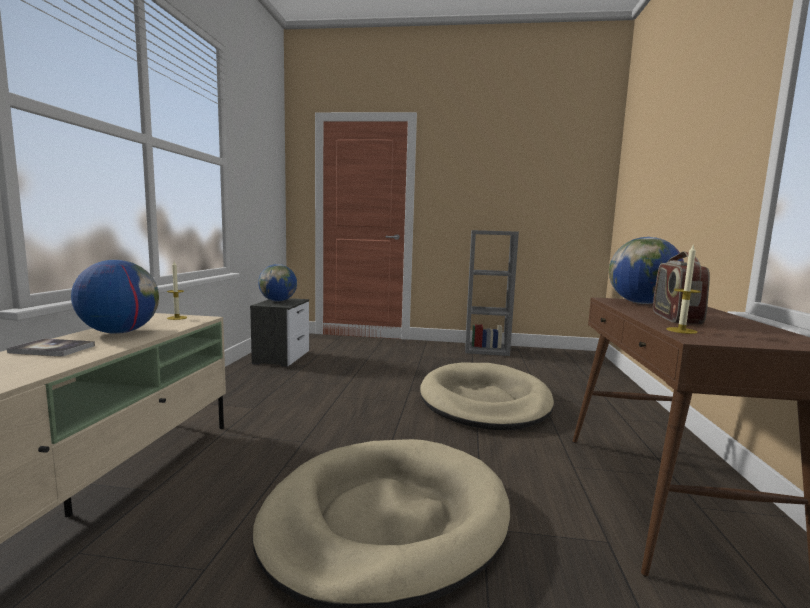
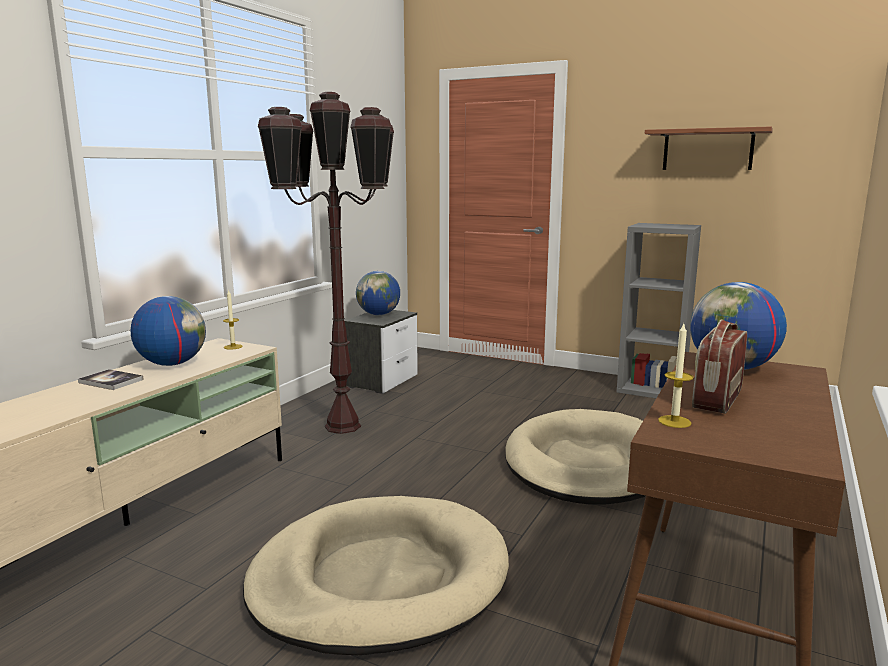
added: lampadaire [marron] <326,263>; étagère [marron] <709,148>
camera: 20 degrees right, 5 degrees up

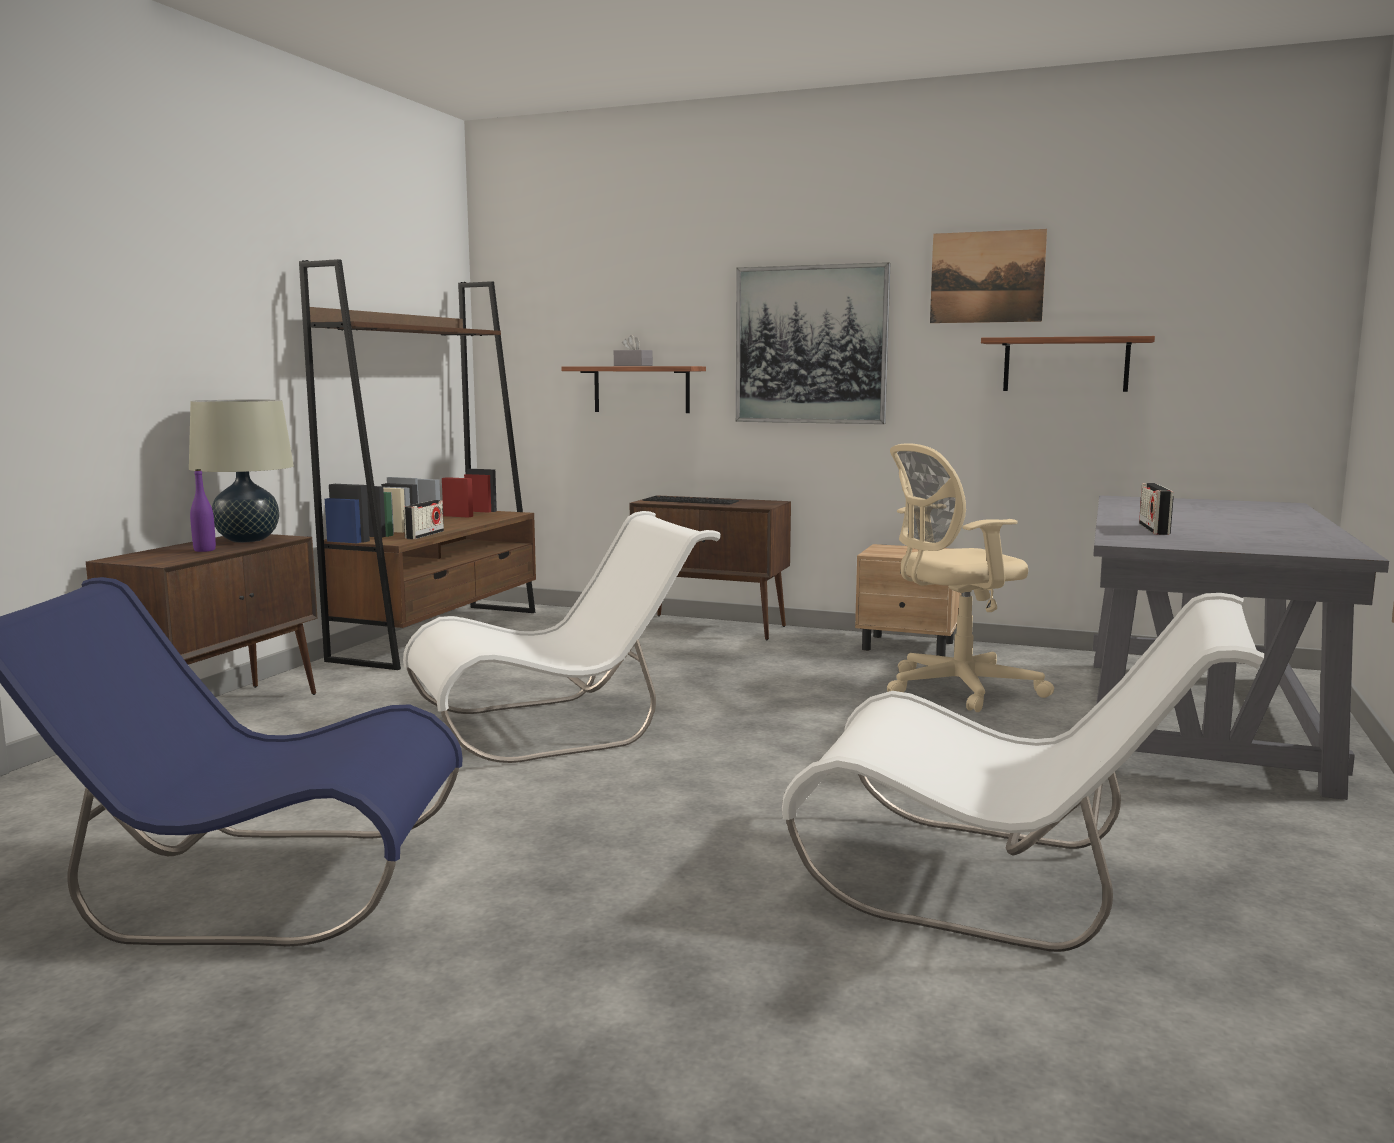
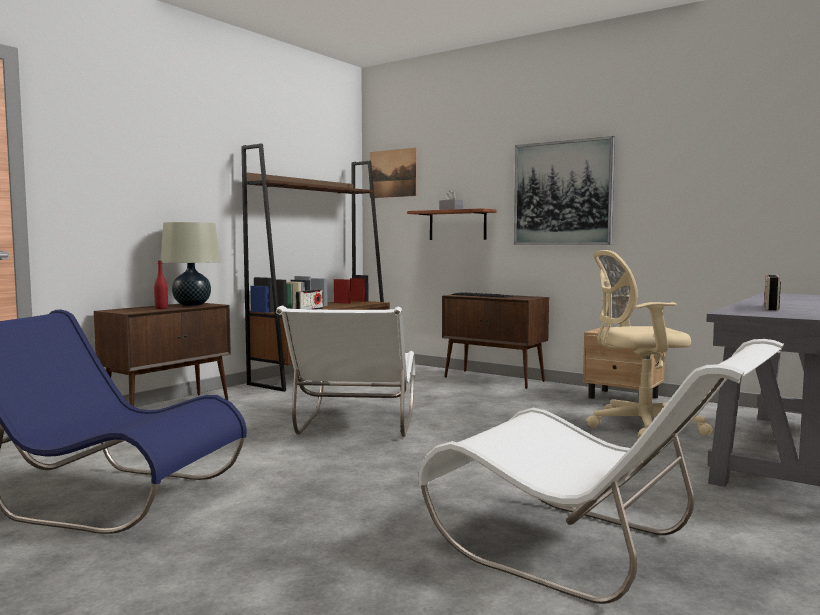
removed: étagère <1068,364>
moved: tableau <988,276> to <393,173>
recoloured: bouteille [violet] <203,510> to bouteille [rouge] <161,285>
turned: chaise [blanc] <562,637> = <345,371> 105 degrees clockwise
camera: 15 degrees right, 5 degrees down

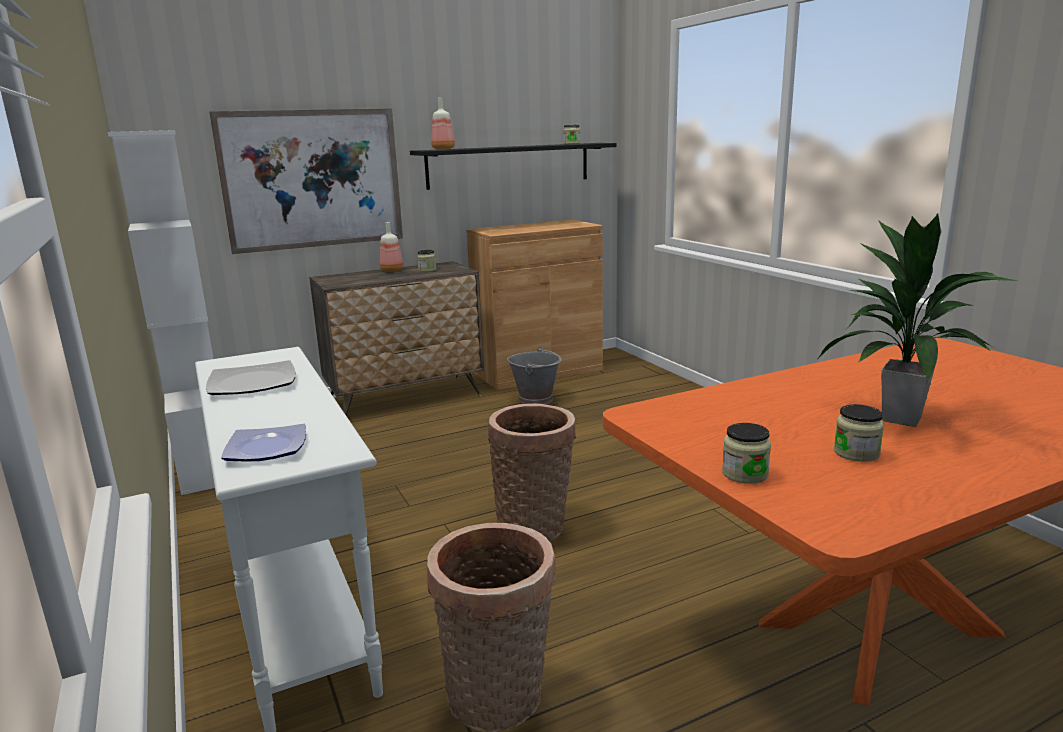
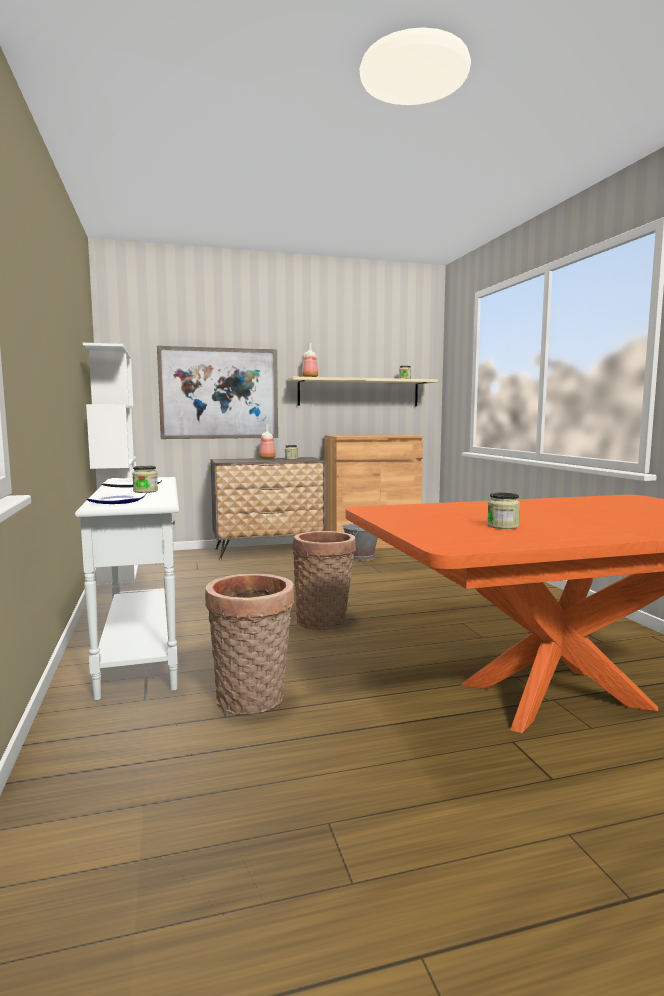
removed: plante en pot <918,320>
moved: bocal <746,453> to <145,479>
recoloured: étagère [noir] <513,166> to étagère [beige] <363,391>
camera: 10 degrees right, 10 degrees down

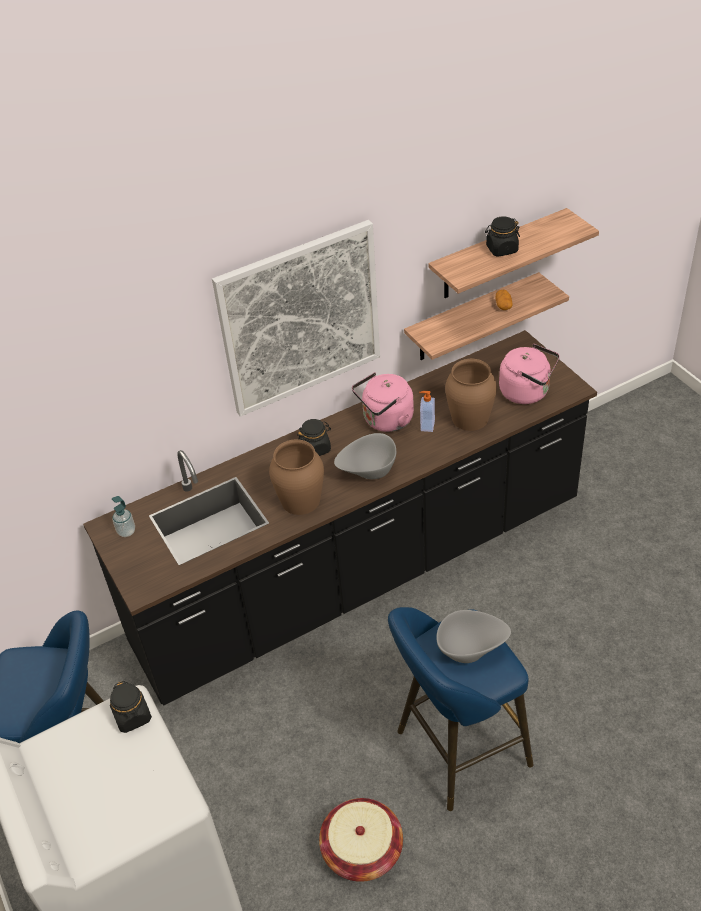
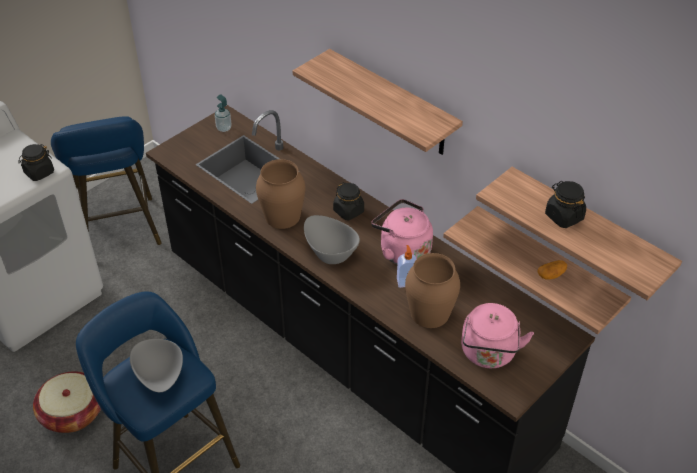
replaced: tableau <296,318> to étagère <378,102>
camera: 70 degrees right, 0 degrees up

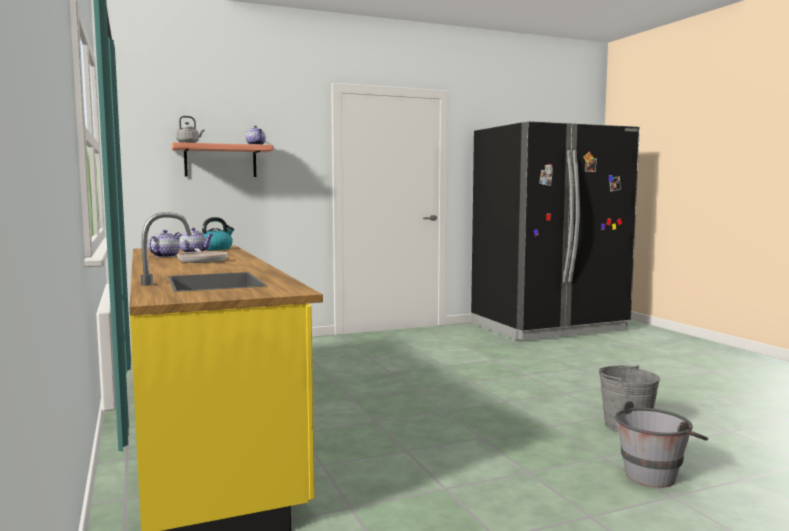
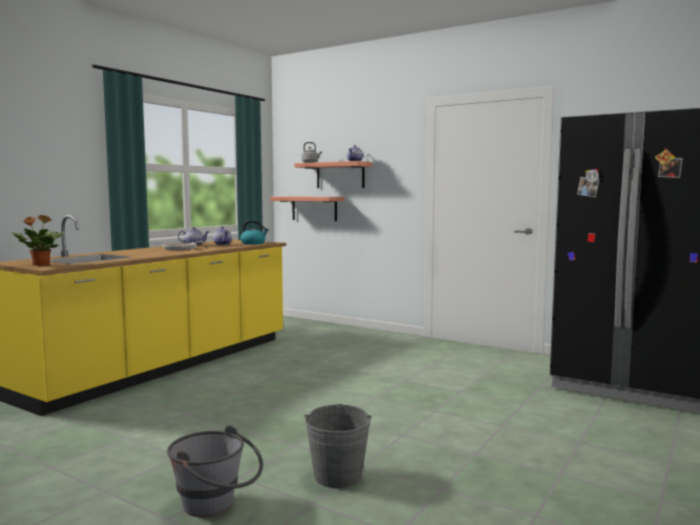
added: plante en pot <38,240>; étagère <307,208>
camera: 55 degrees right, 0 degrees up

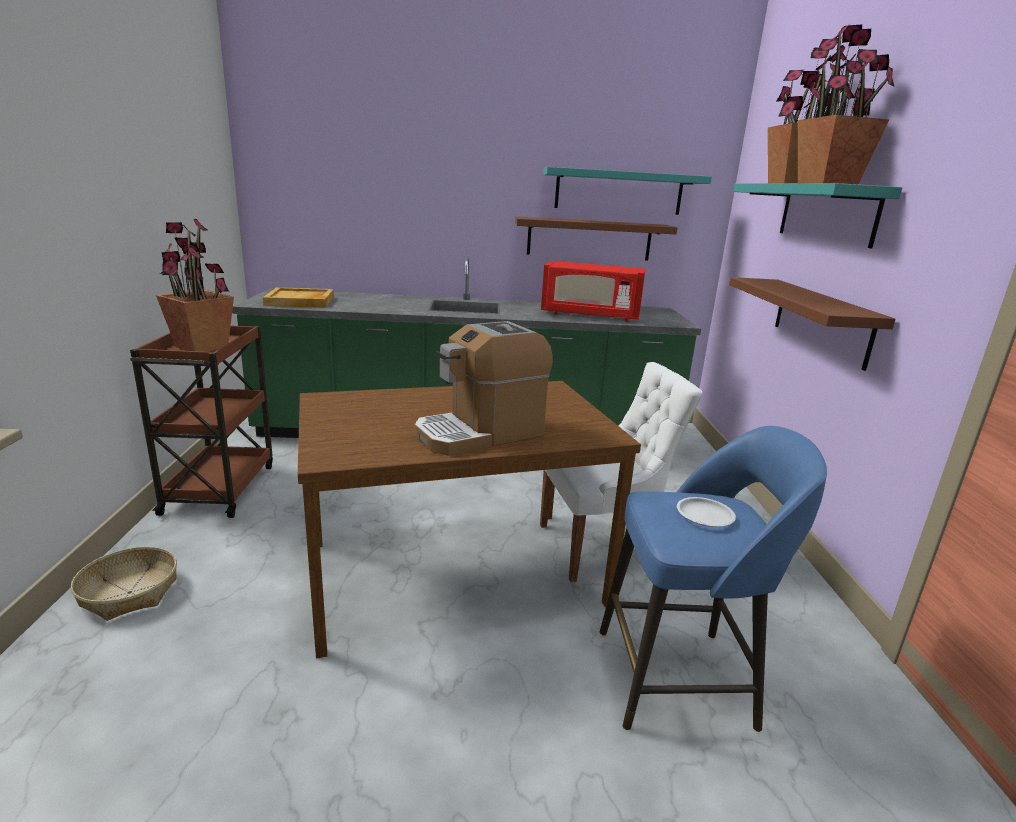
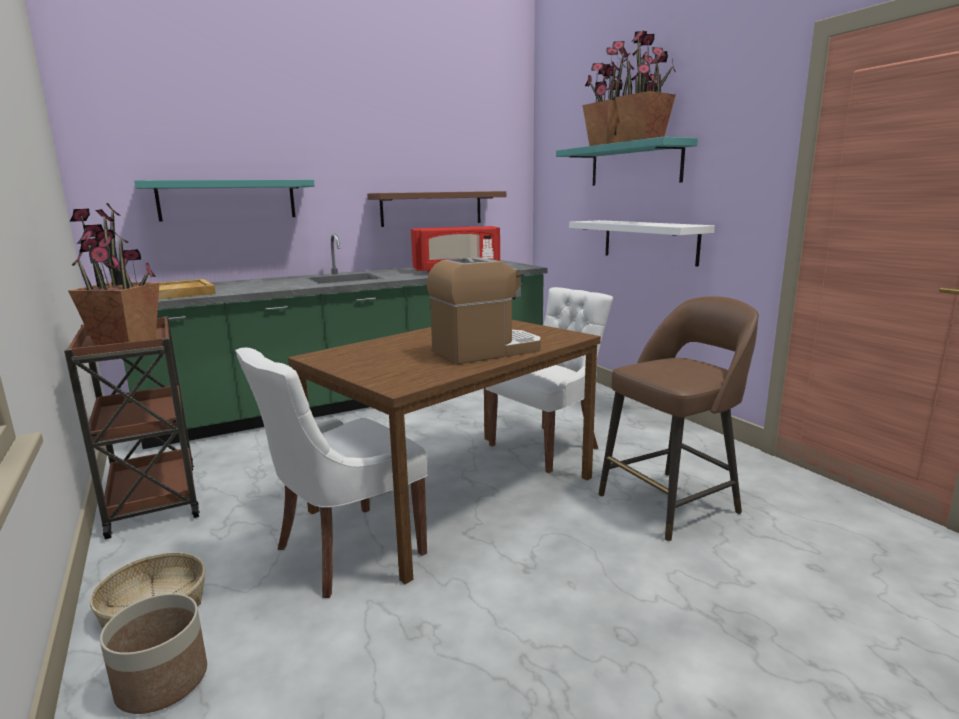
removed: assiette [blanc] <706,512>
added: cache-pot <153,653>; chaise [blanc] <331,472>
moved: étagère [turquoise] <627,191> to <224,201>
recoloured: tabouret [bleu] <713,579> to tabouret [marron] <678,418>; étagère [marron] <812,324> to étagère [blanc] <642,243>
turned: machine à café <483,388> = <484,310> 150 degrees counterclockwise
camera: 25 degrees left, 5 degrees down

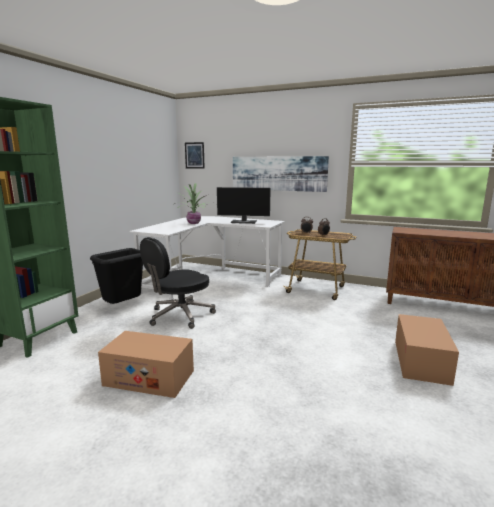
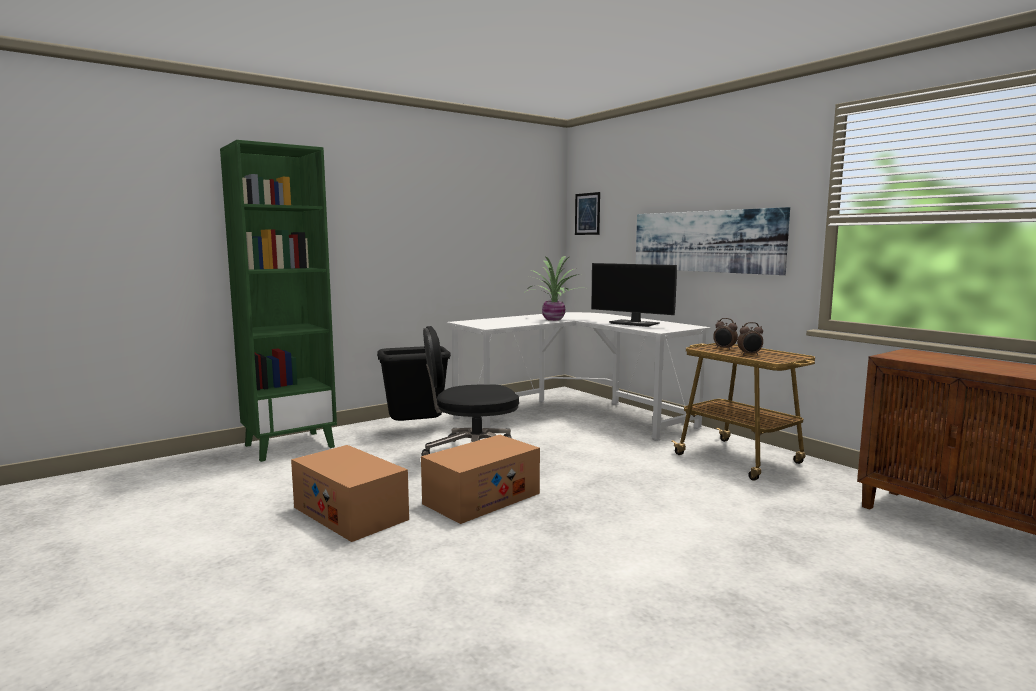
moved: carton <427,350> to <480,479>
camera: 30 degrees right, 5 degrees down

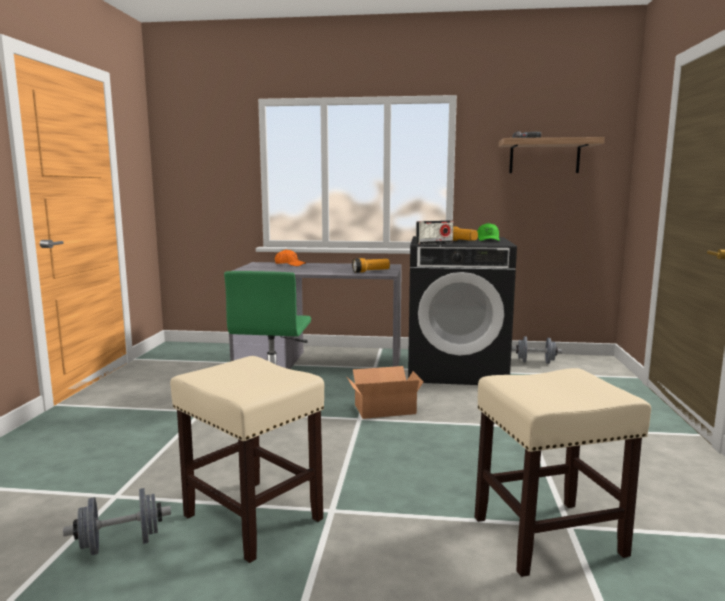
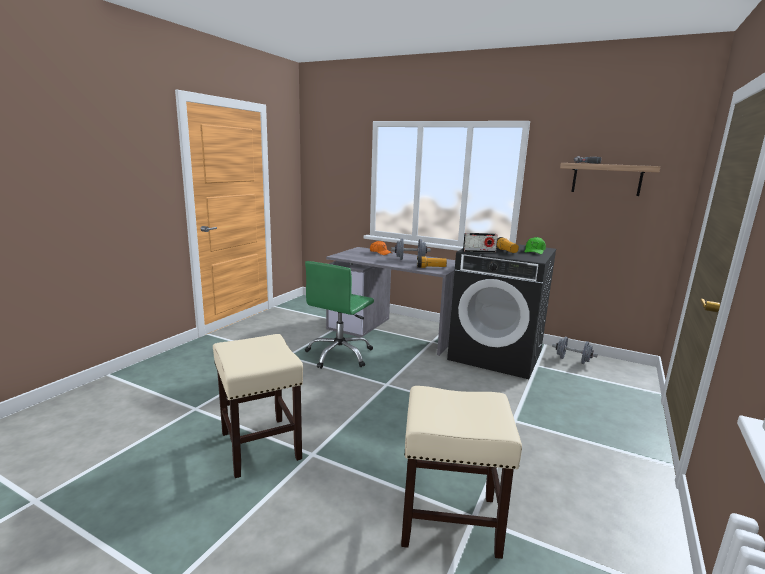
removed: carton <385,392>
moved: haltère [gris] <117,521> to <411,249>
camera: 20 degrees right, 5 degrees up

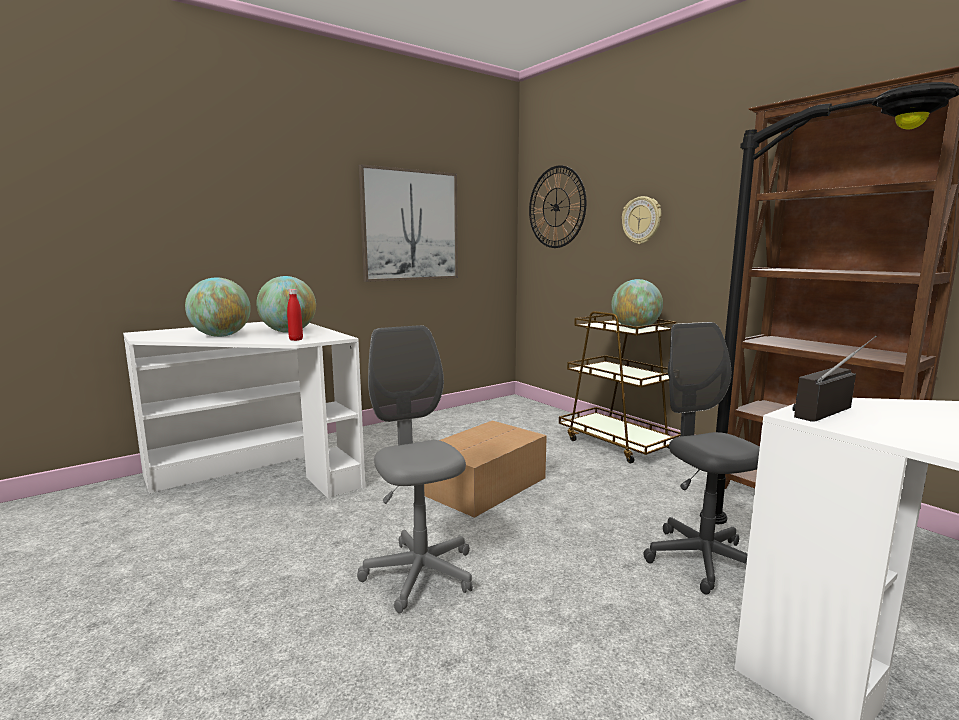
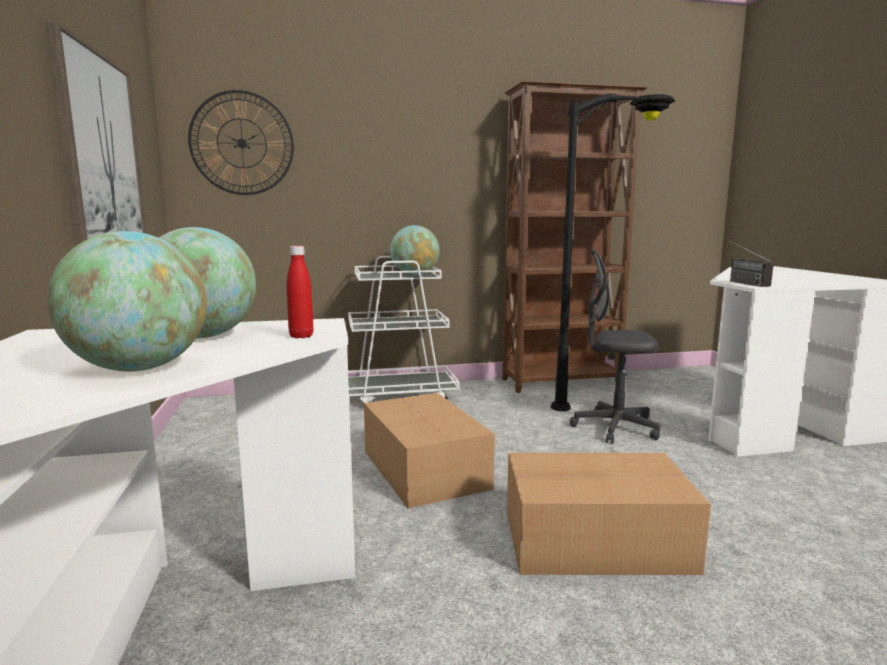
removed: horloge murale <641,220>
replaced: chaise de bureau [gris] <415,469> to carton <609,514>
recoloured: chariot [marron] <619,387> to chariot [blanc] <403,329>
camera: 65 degrees left, 0 degrees up

